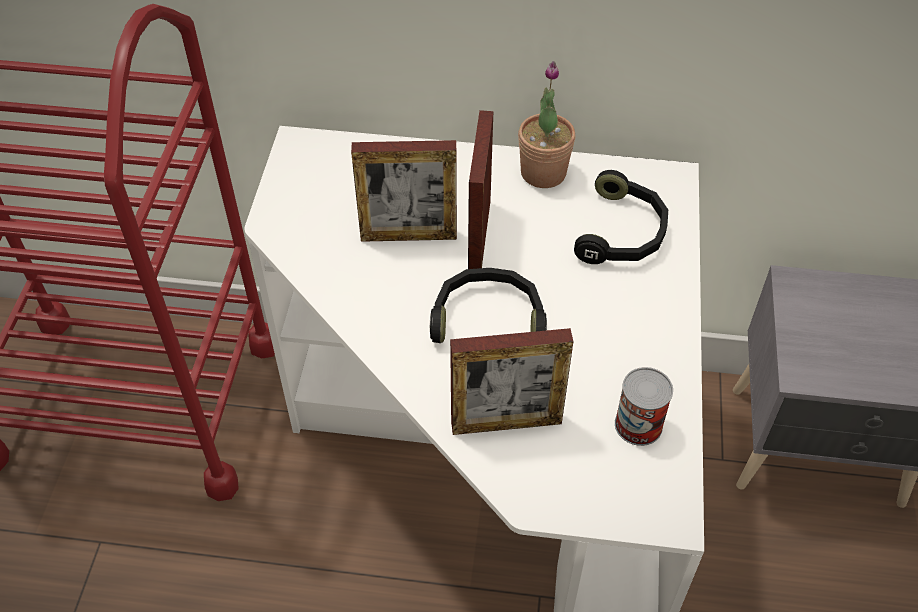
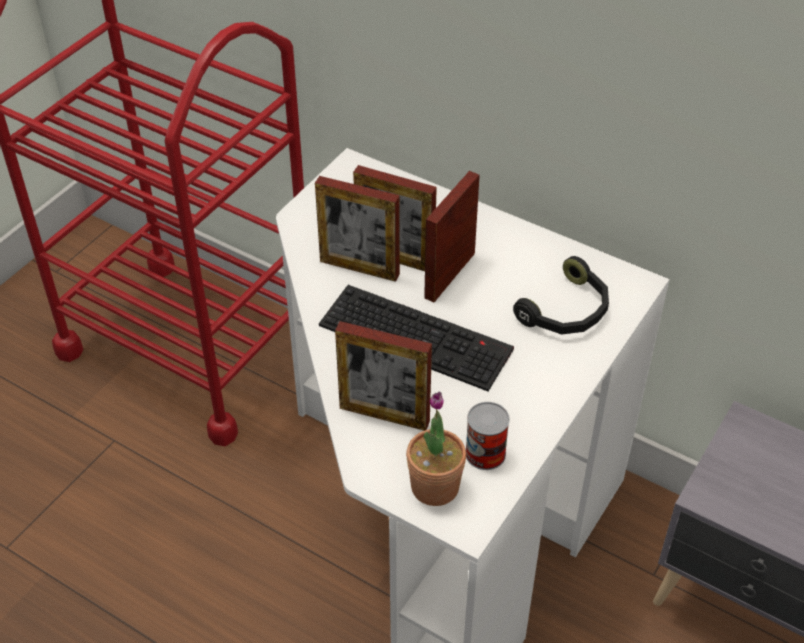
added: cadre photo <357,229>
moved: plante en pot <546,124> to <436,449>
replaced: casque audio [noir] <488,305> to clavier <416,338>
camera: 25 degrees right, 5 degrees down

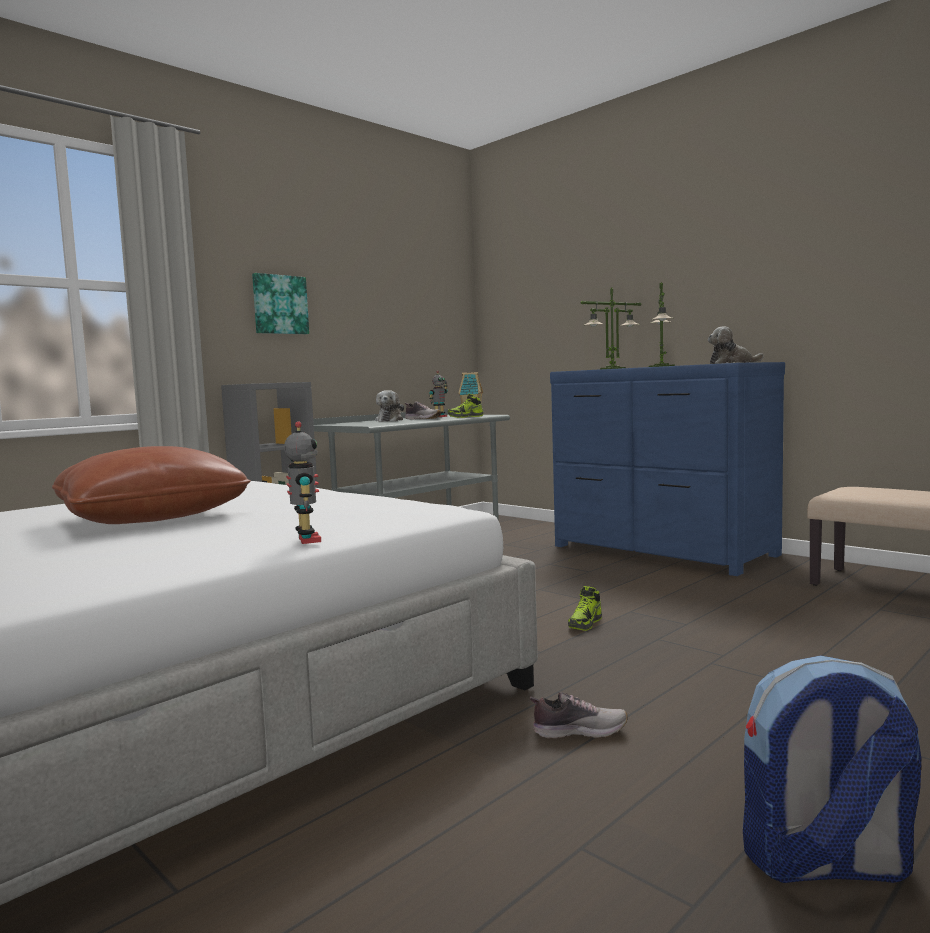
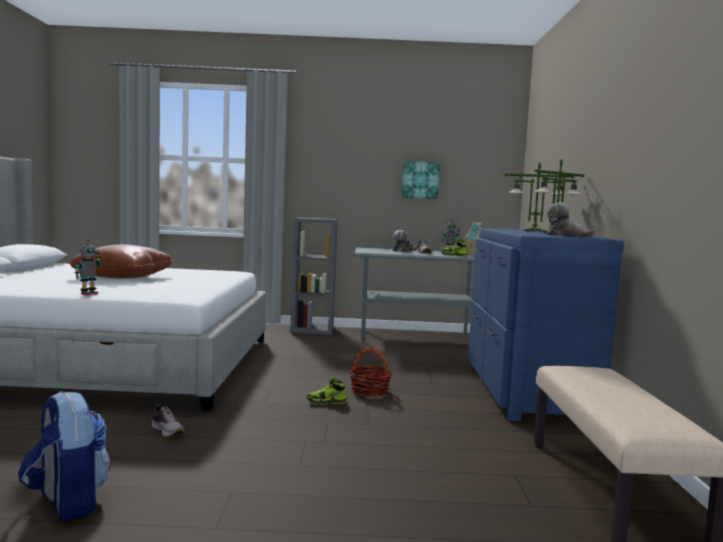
added: panier <370,372>
moved: tableau <280,303> to <421,180>
camera: 45 degrees right, 0 degrees up

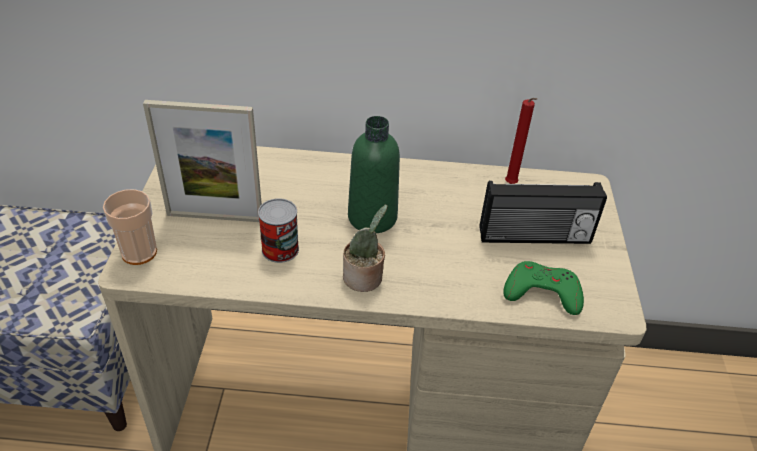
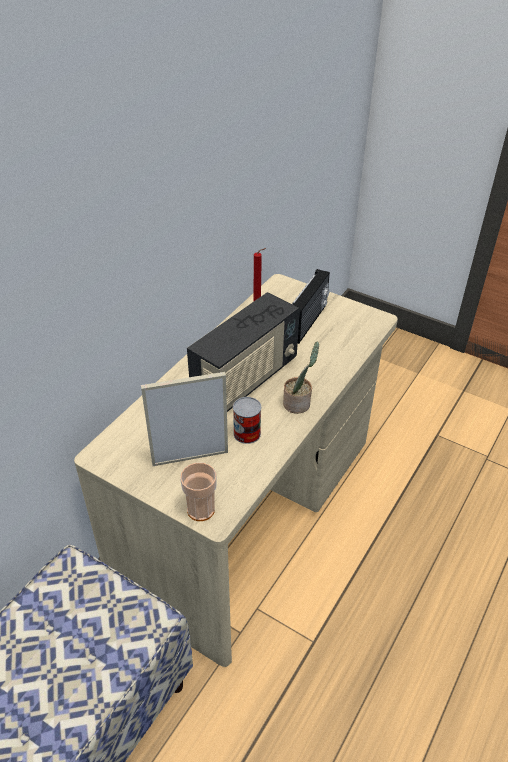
removed: manette [vert] <543,288>
replaced: bouteille [vert] <374,174> to radio <243,352>
turned: cadre photo <202,161> = <184,419> 135 degrees counterclockwise
camera: 60 degrees left, 0 degrees up

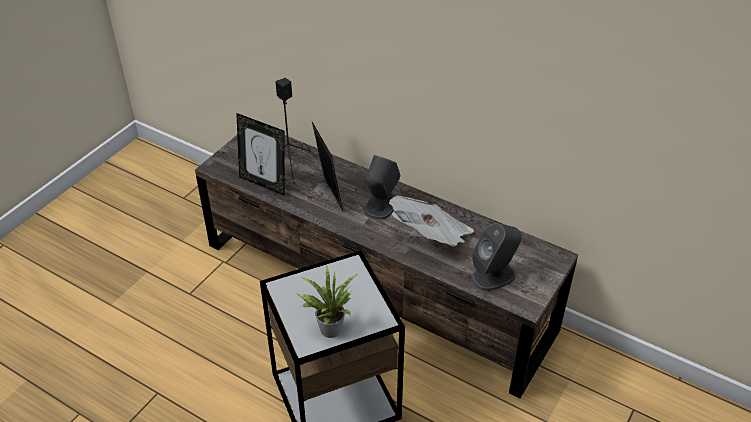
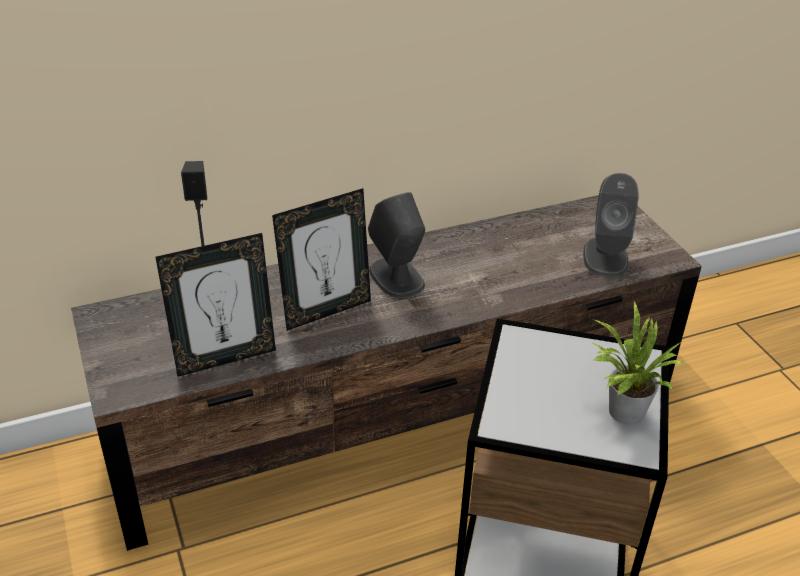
removed: journal <431,221>
turned: cadre photo <327,166> = <321,259> 135 degrees clockwise
camera: 55 degrees left, 5 degrees down

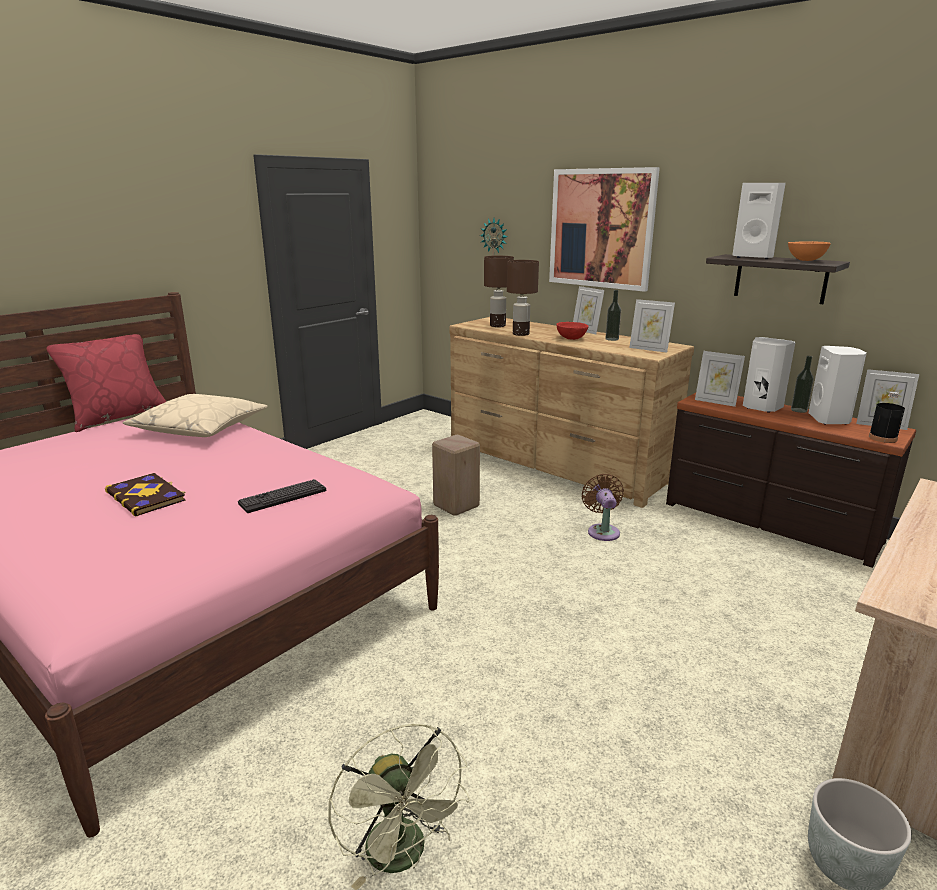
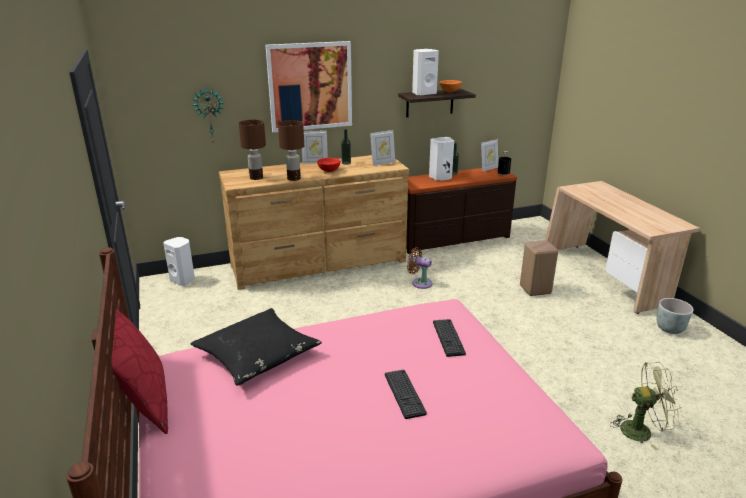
removed: cadre photo <720,379>
moved: tabouret [beige] <456,475> to <539,268>; enceinte [blanc] <838,385> to <179,261>
replaced: livre <145,494> to clavier <406,394>
recoloured: coussin [beige] <195,415> to coussin [noir] <256,347>
camera: 60 degrees left, 5 degrees up

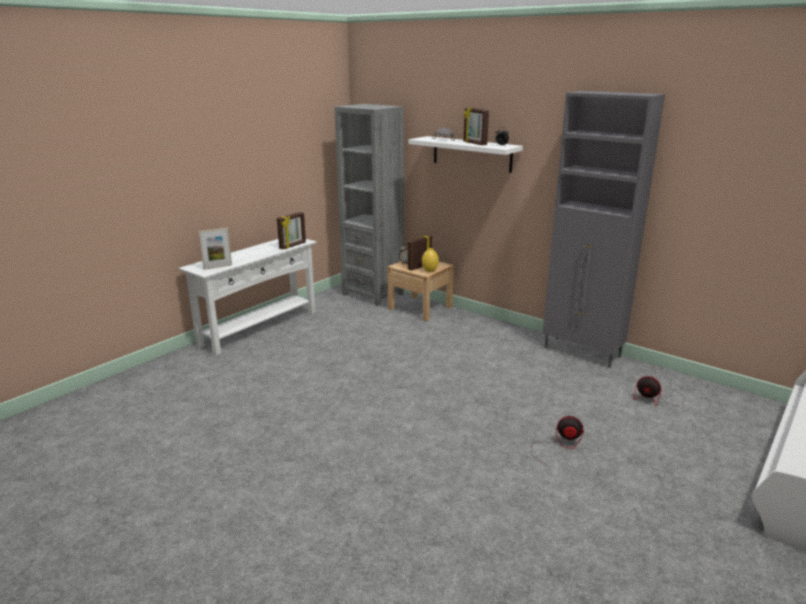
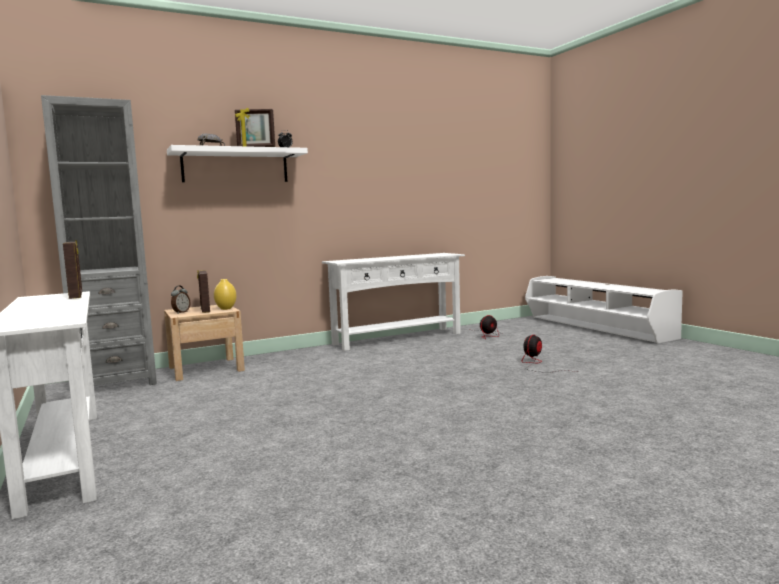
removed: cadre photo <215,249>
replaced: meuble de rangement [gris] <604,229> to table console [blanc] <393,302>
camera: 65 degrees left, 15 degrees down

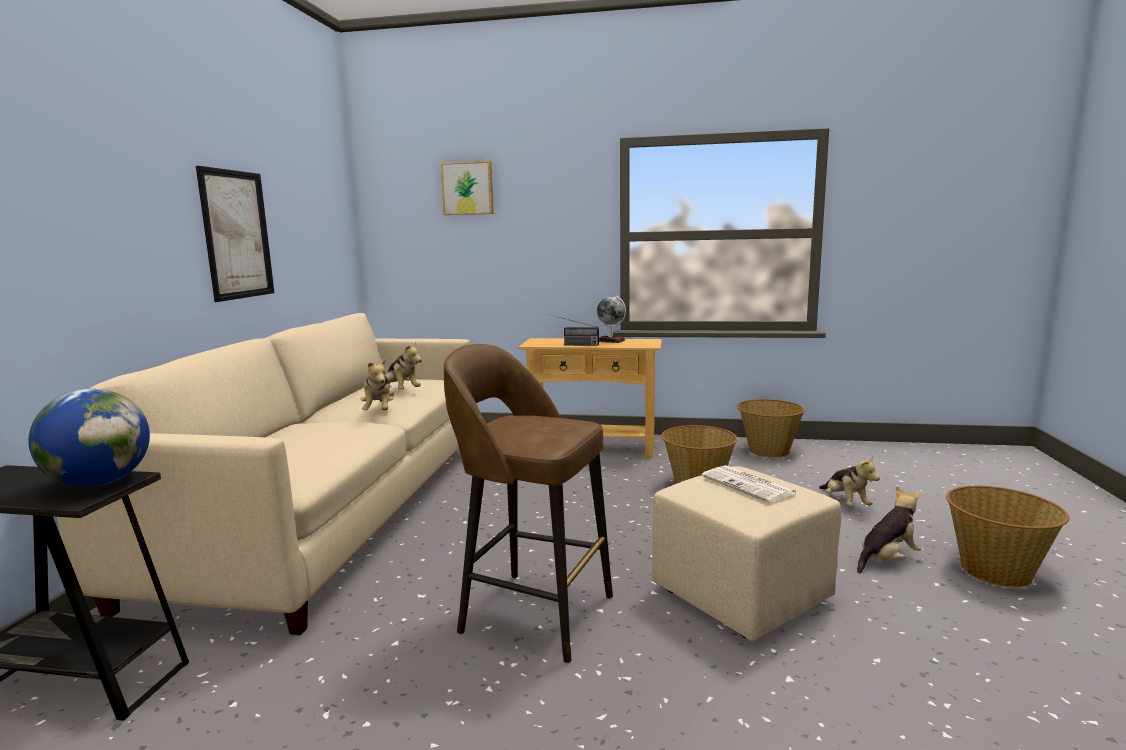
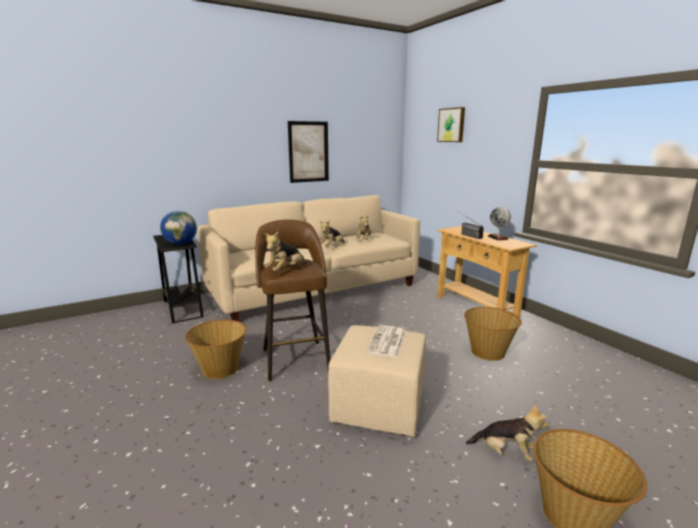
moved: panier <771,428> to <216,349>; peluche <849,481> to <285,251>
camera: 50 degrees right, 5 degrees up

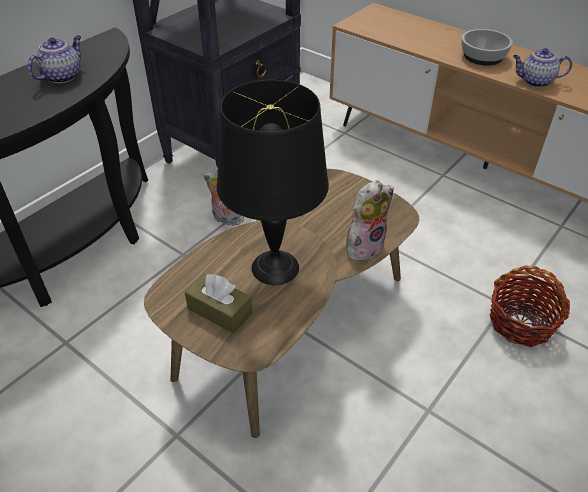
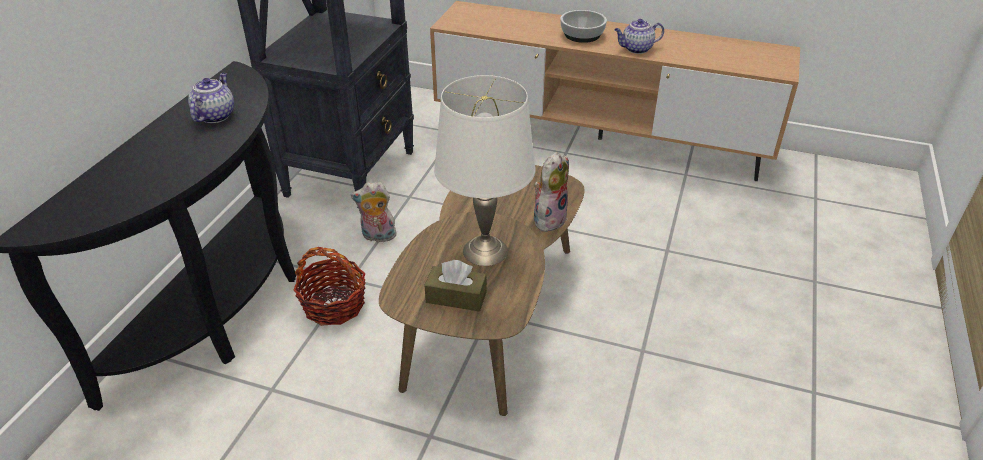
moved: panier <529,306> to <329,286>
recoloured: lampe de table [noir] <273,182> to lampe de table [blanc] <485,170>
camera: 20 degrees left, 5 degrees down

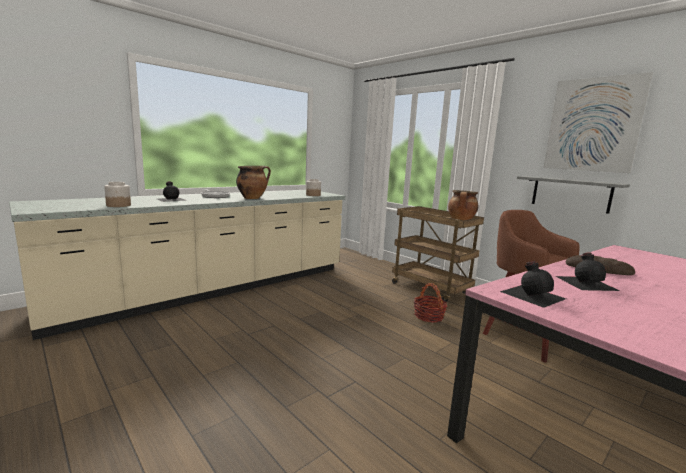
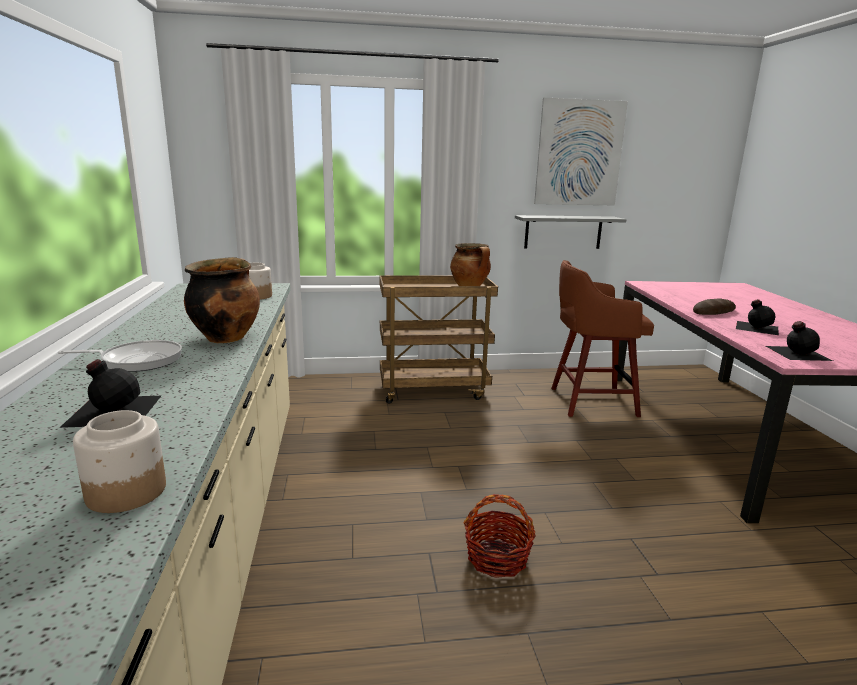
moved: panier <430,303> to <499,536>
camera: 55 degrees left, 5 degrees up

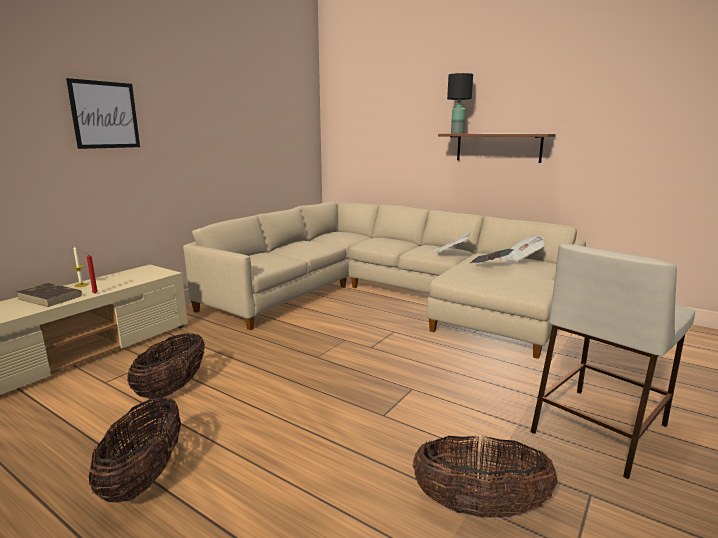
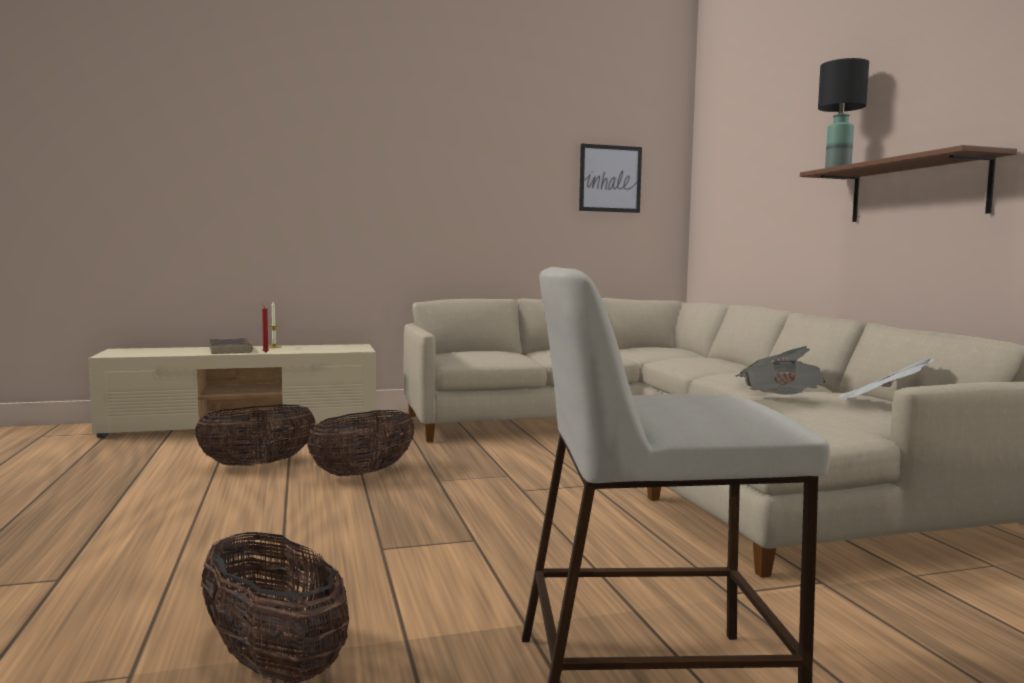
moved: tableau <103,113> to <610,178>; panier <135,450> to <361,443>
camera: 40 degrees right, 10 degrees down

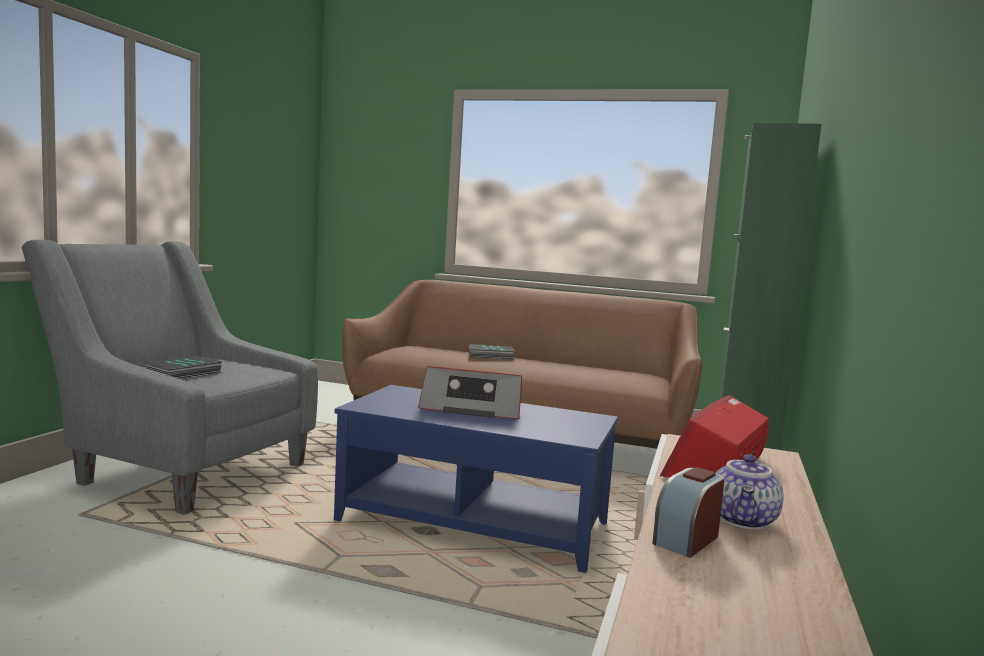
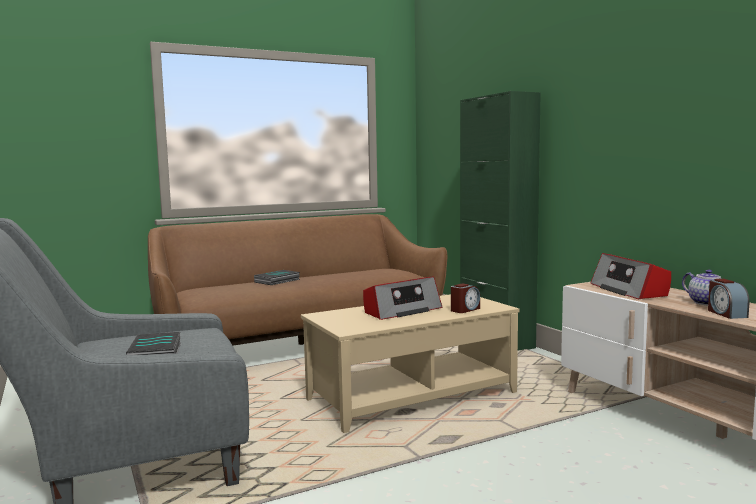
added: réveil <465,298>
recoloured: table basse [bleu] <476,479> to table basse [beige] <410,363>
camera: 45 degrees left, 0 degrees up

